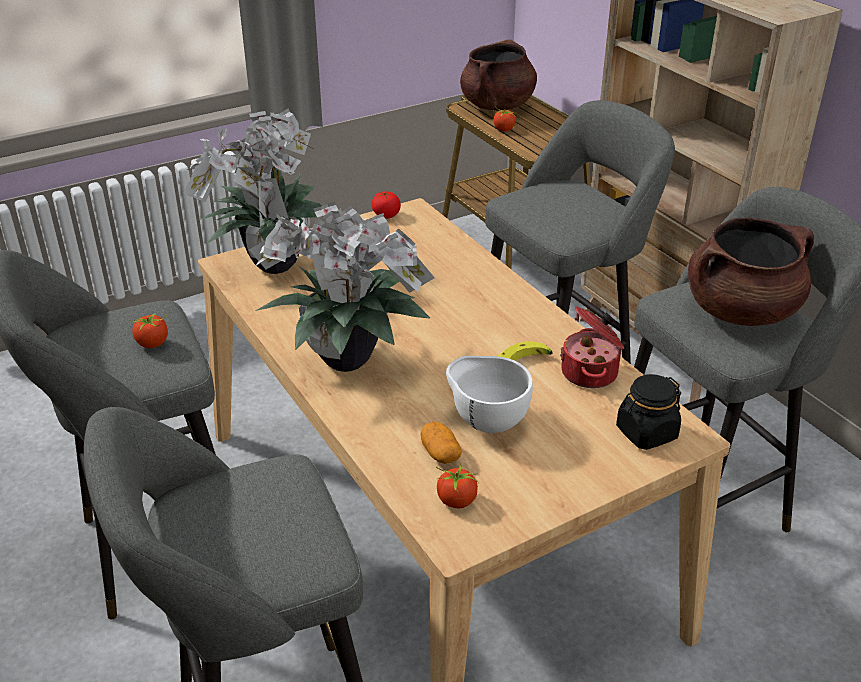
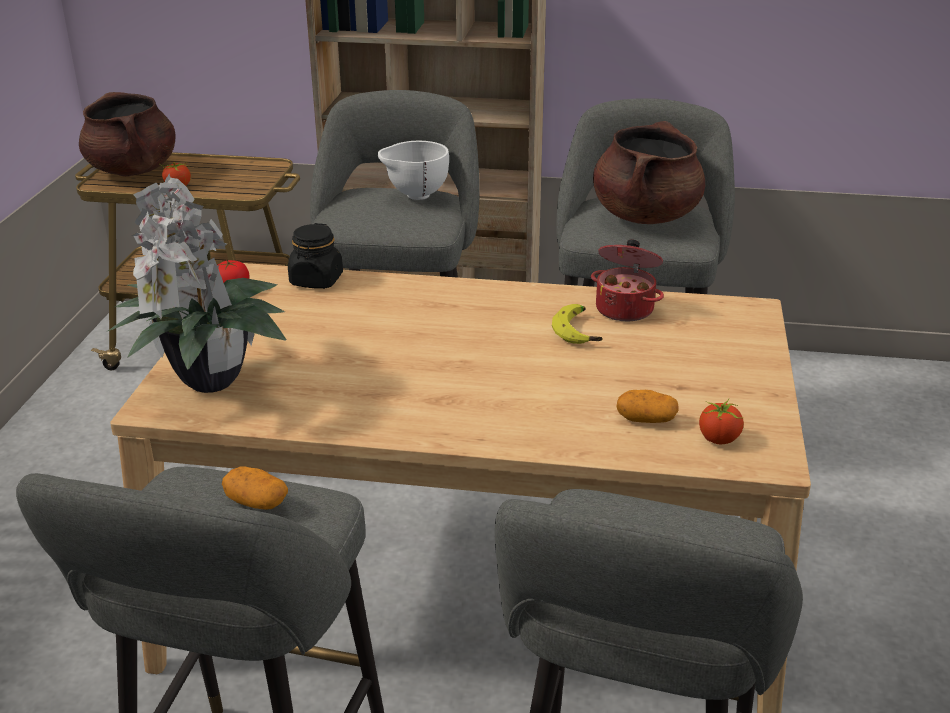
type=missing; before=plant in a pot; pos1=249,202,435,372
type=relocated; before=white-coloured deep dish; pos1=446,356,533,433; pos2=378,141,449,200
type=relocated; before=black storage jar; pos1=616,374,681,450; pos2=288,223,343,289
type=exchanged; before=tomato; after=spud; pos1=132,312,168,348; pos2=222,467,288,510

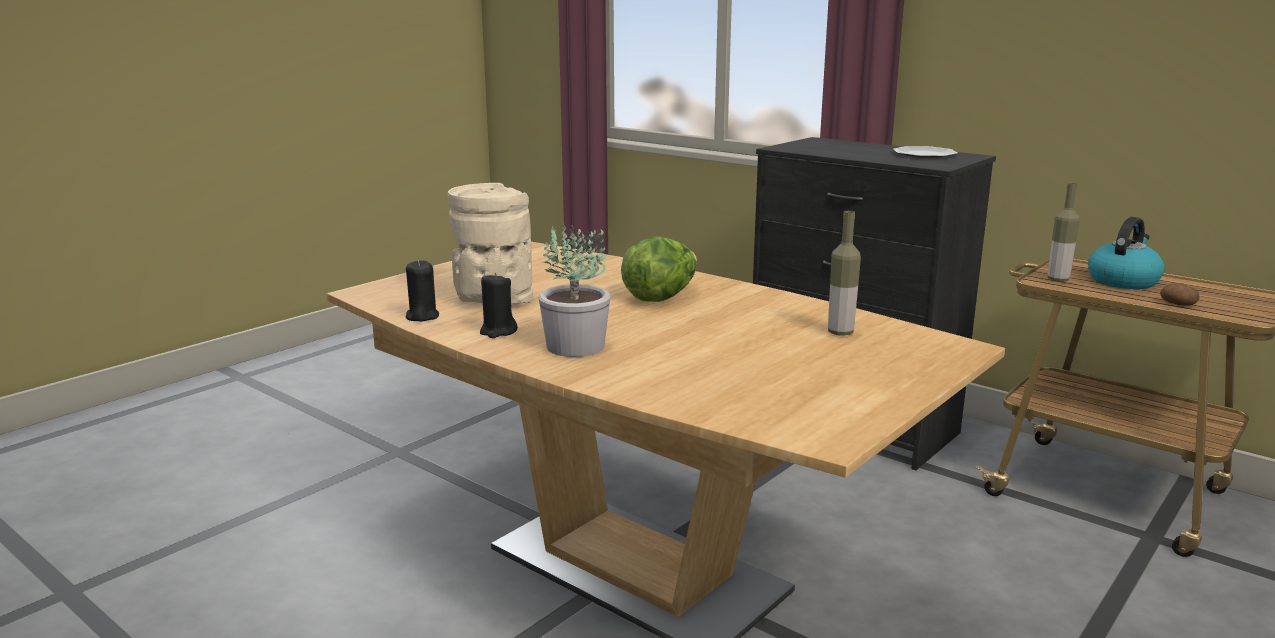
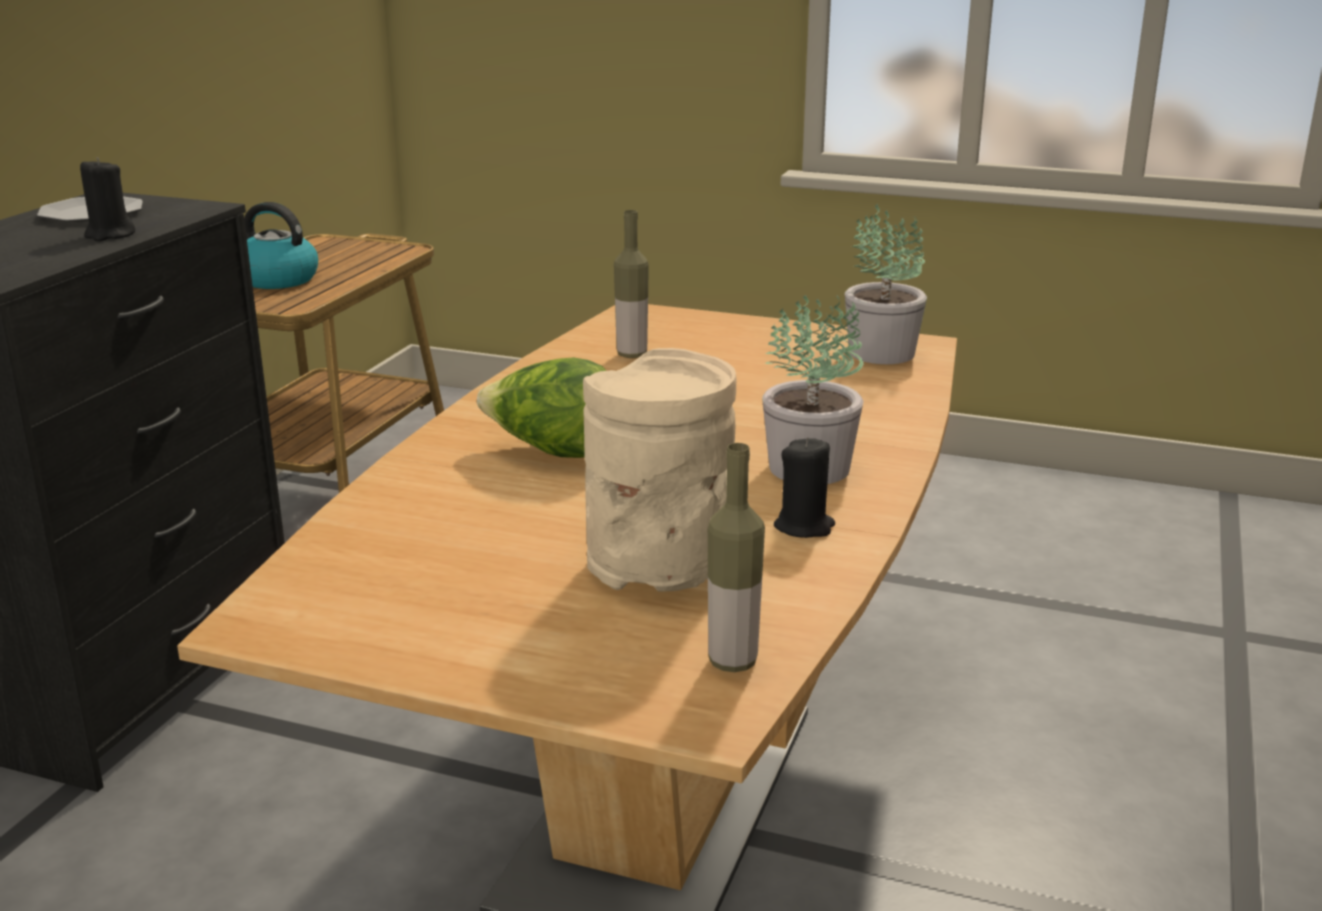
type=missing; before=spud; pos1=1160,283,1200,306
type=appeared; after=plant in a pot; pos2=845,204,927,364
type=relocated; before=black wax light; pos1=406,260,439,322; pos2=80,157,135,241
type=relocated; before=drink bottle; pos1=1048,183,1080,282; pos2=708,443,765,672

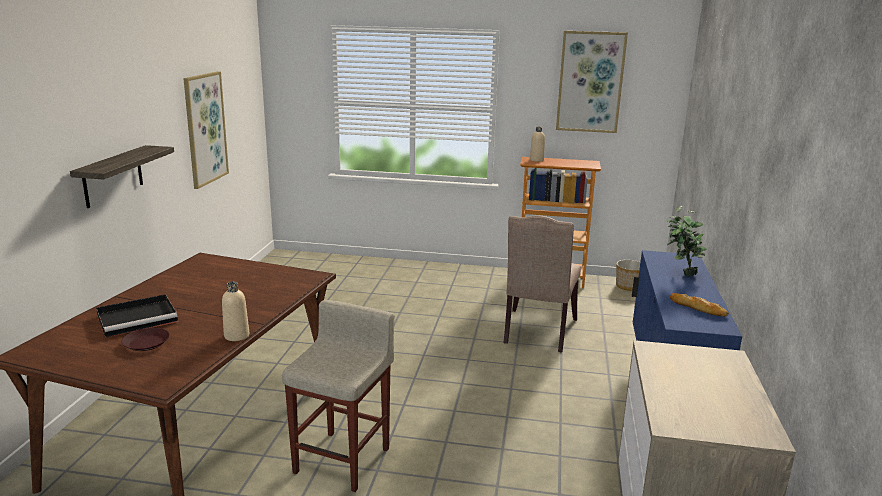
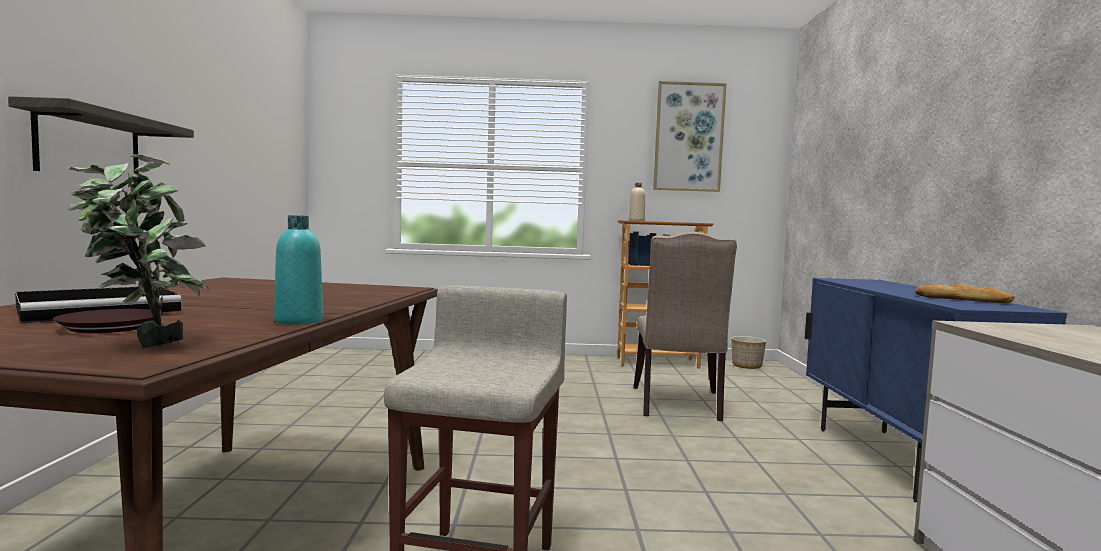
type=missing; before=wall picture; pos1=183,71,229,189
type=relocated; before=plant in a pot; pos1=666,206,707,276; pos2=68,154,210,349
type=colour; before=beige-coloured drink bottle; after=blue-green drink bottle; pos1=222,282,249,341; pos2=274,215,323,325

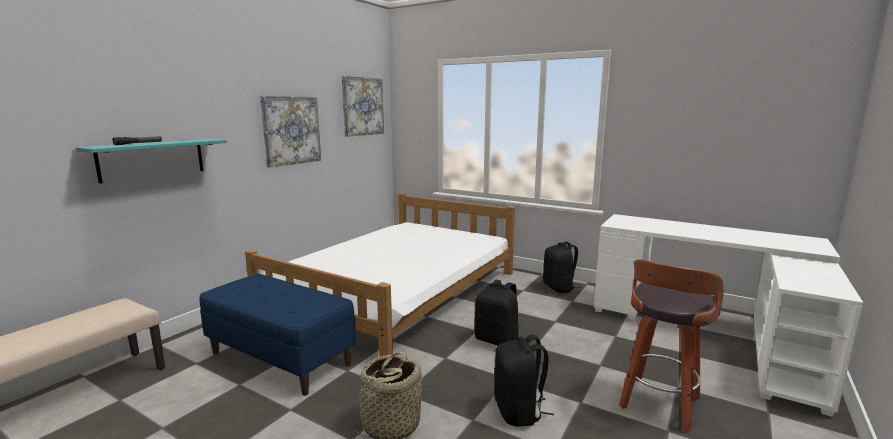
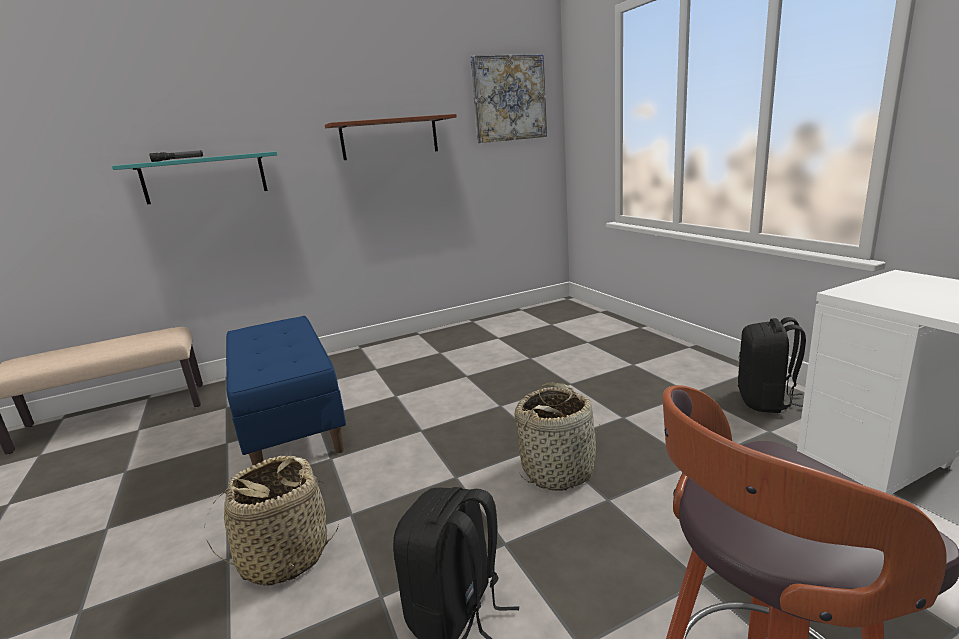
type=missing; before=white-coloured bed; pos1=245,193,515,356
type=exchanged; before=wall picture; after=brown shelf; pos1=260,96,321,168; pos2=325,114,457,160
type=exchanged; before=black backpack; after=storage basket; pos1=474,280,519,346; pos2=515,383,600,491

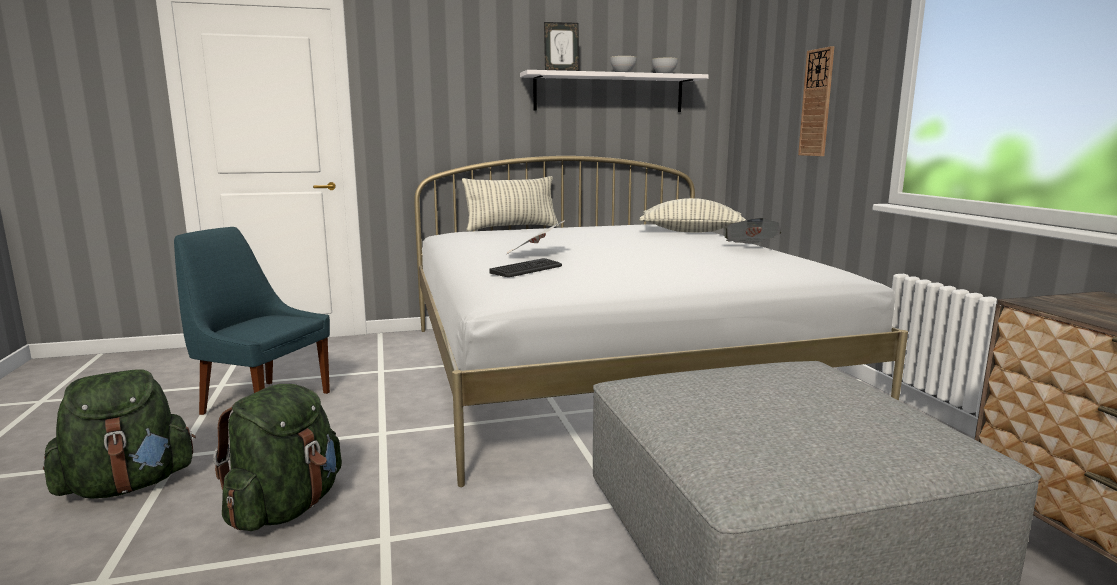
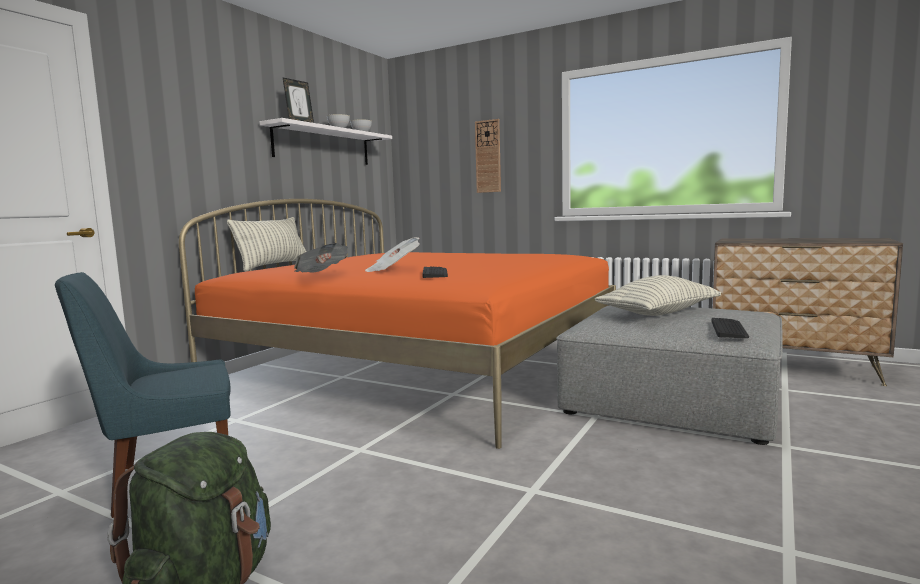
type=missing; before=green-coloured backpack; pos1=213,384,342,531
type=appeared; after=computer keyboard; pos2=712,318,749,338
type=relocated; before=pillow; pos1=639,198,746,232; pos2=595,275,721,316
type=relocated; before=newspaper; pos1=724,218,782,244; pos2=295,243,348,273
type=colour; before=white-coloured bed; after=orange-coloured bed; pos1=414,156,908,487; pos2=179,199,616,449

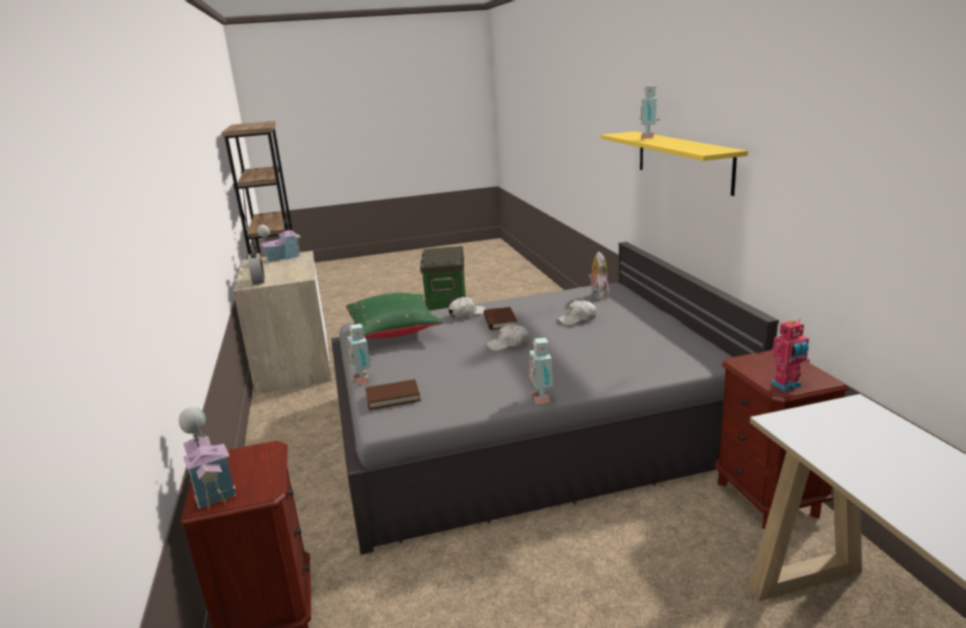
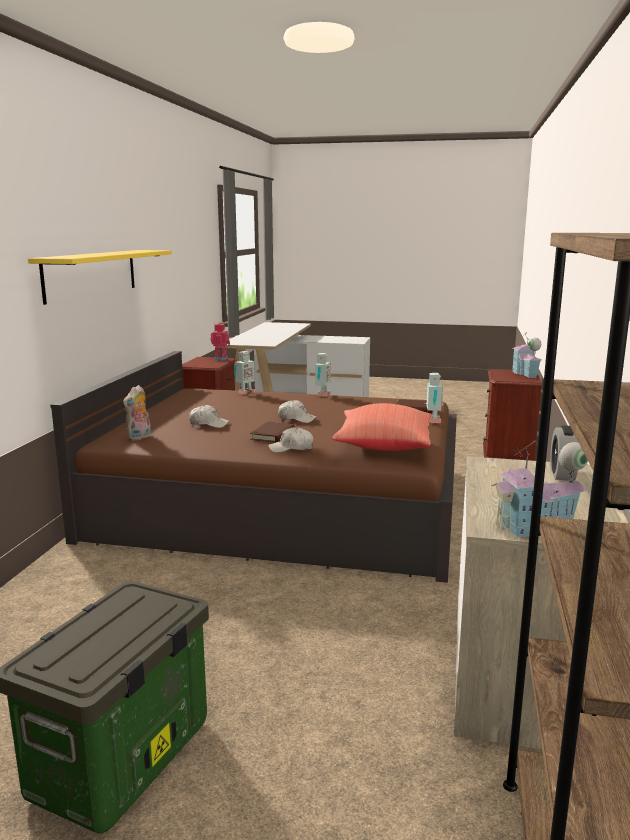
type=relocated; before=model robot; pos1=640,86,659,139; pos2=234,351,255,395
type=colour; before=gray bed; after=brown bed; pos1=331,242,779,555; pos2=50,351,457,583
type=colour; before=green-coloured pillow; after=red pillow; pos1=346,293,443,339; pos2=332,403,432,451

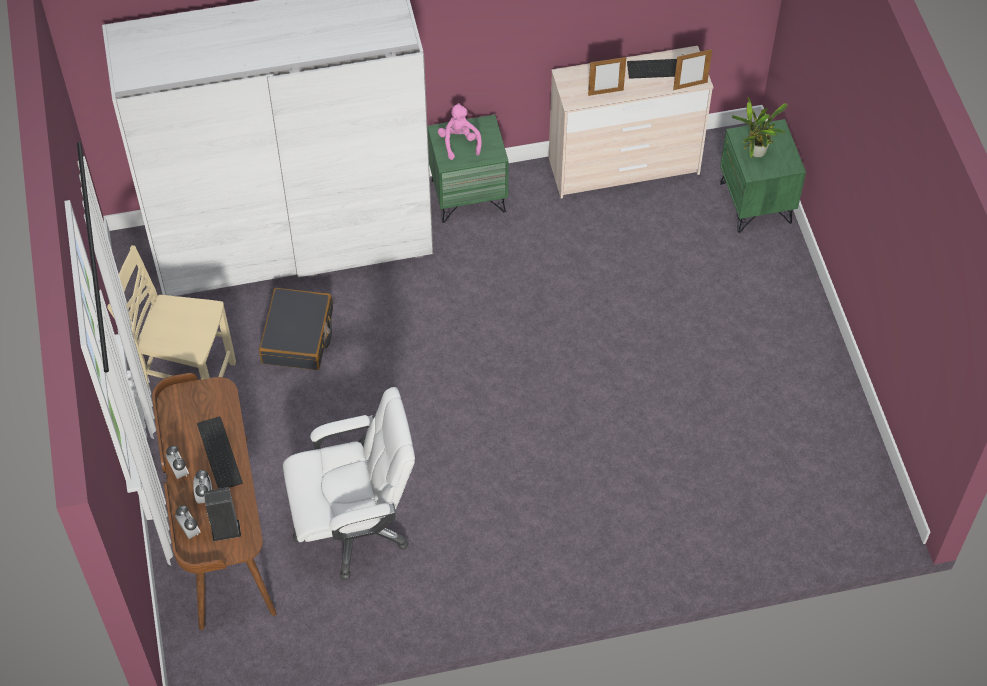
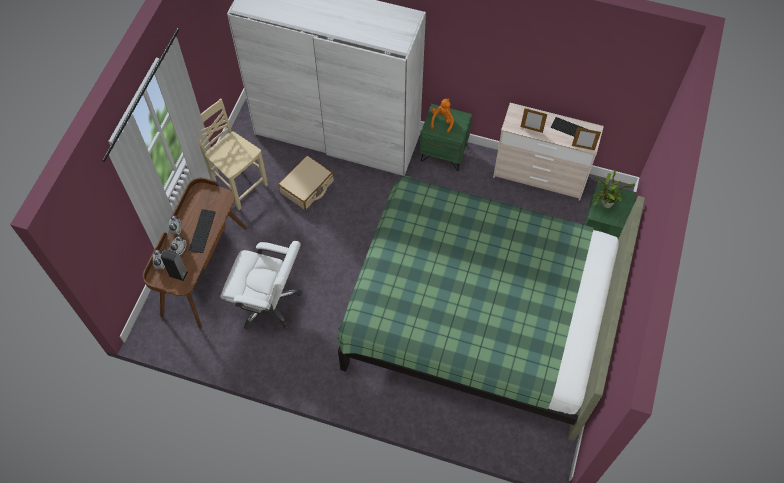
type=appeared; after=green-coloured bed; pos2=337,176,645,441
type=colour; before=black piece of luggage; after=beige-coloured piece of luggage; pos1=259,288,333,370; pos2=278,155,334,210
type=colour; before=pinkish cuddly toy; after=orange-coloured cuddly toy; pos1=438,103,482,160; pos2=430,99,454,133

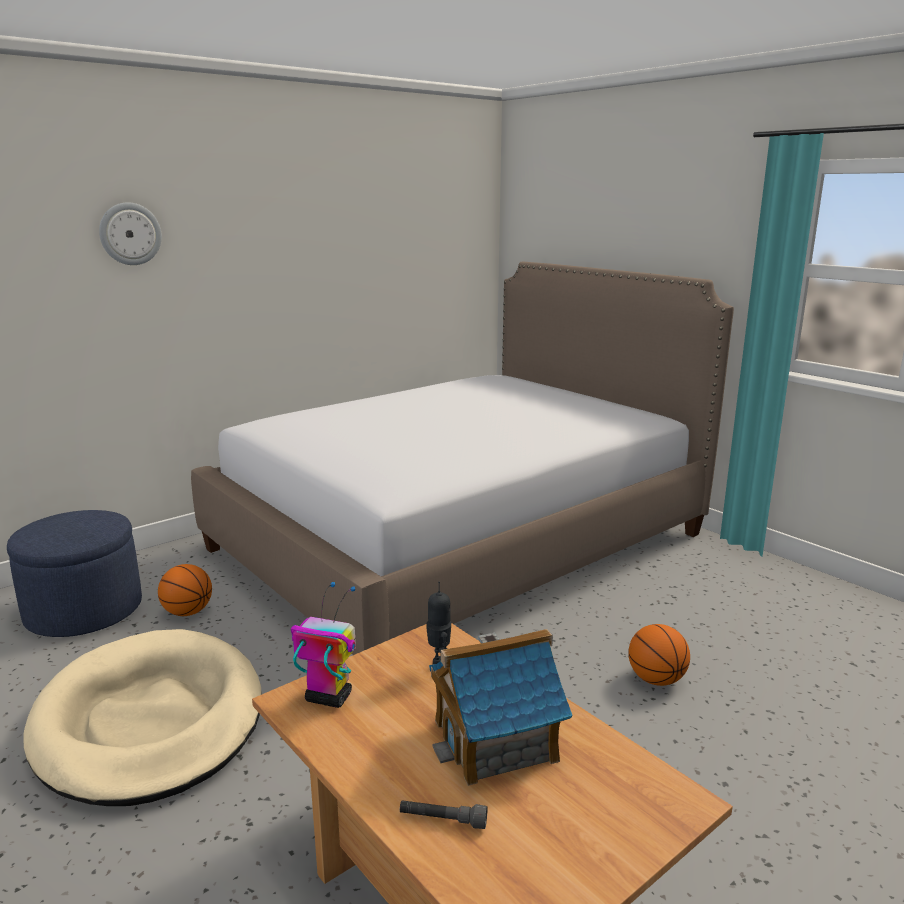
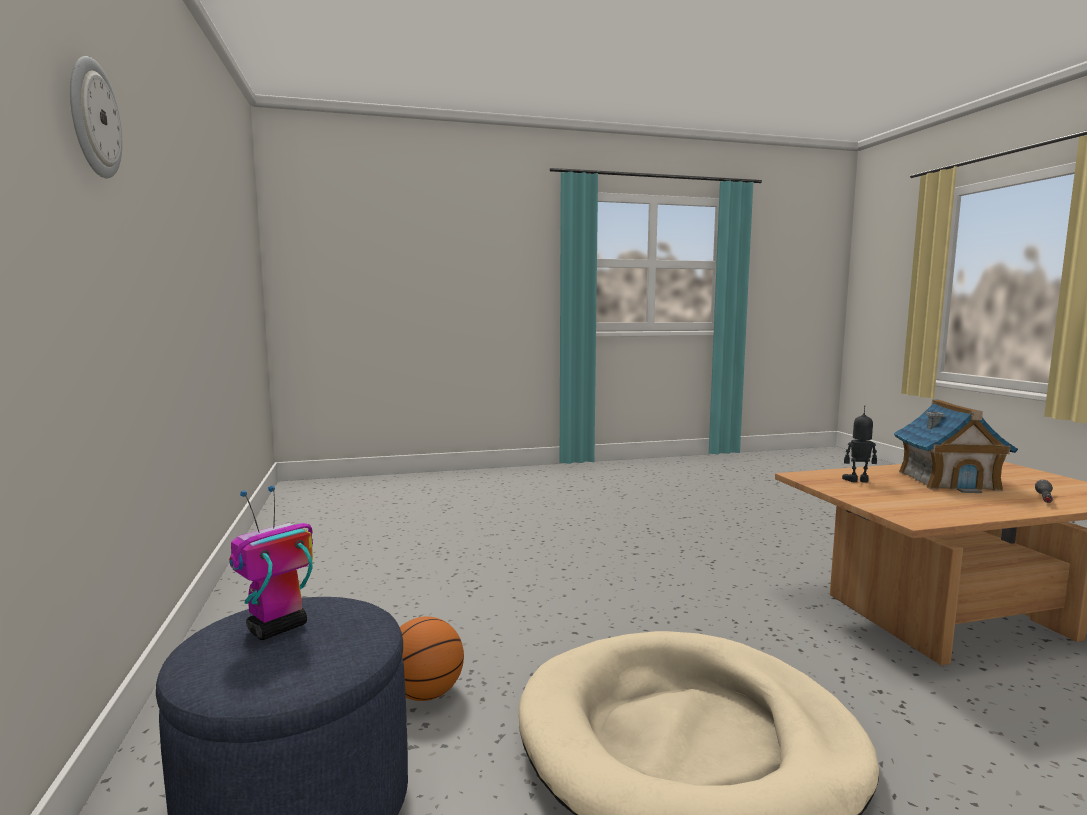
type=missing; before=bed; pos1=191,262,734,655
type=missing; before=ball for basketball; pos1=628,624,690,686
type=relocated; before=model robot; pos1=290,582,356,708; pos2=229,485,313,640

